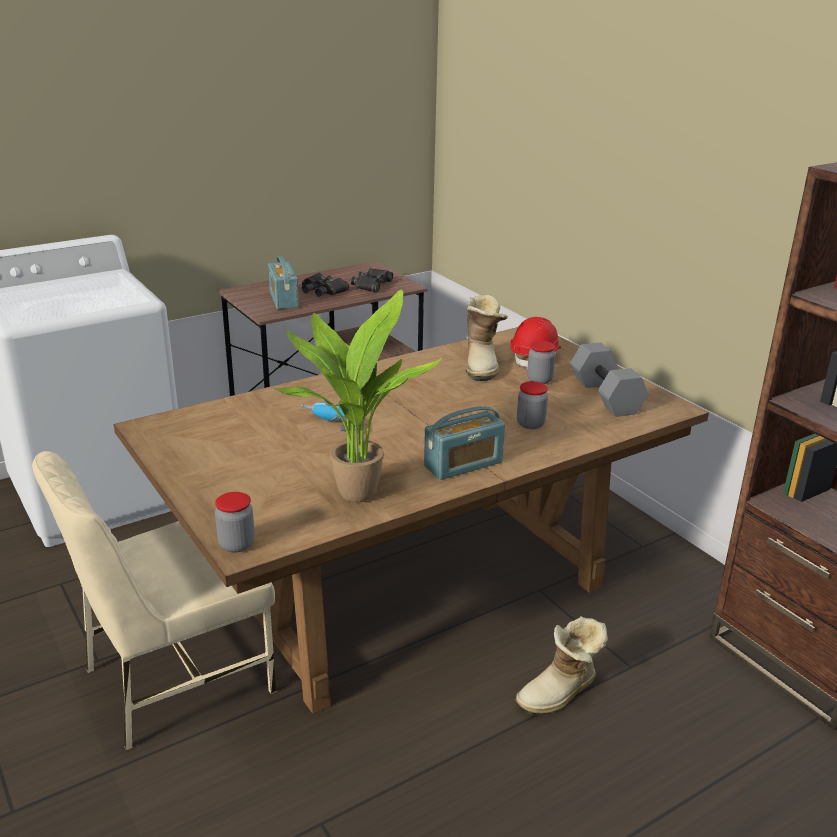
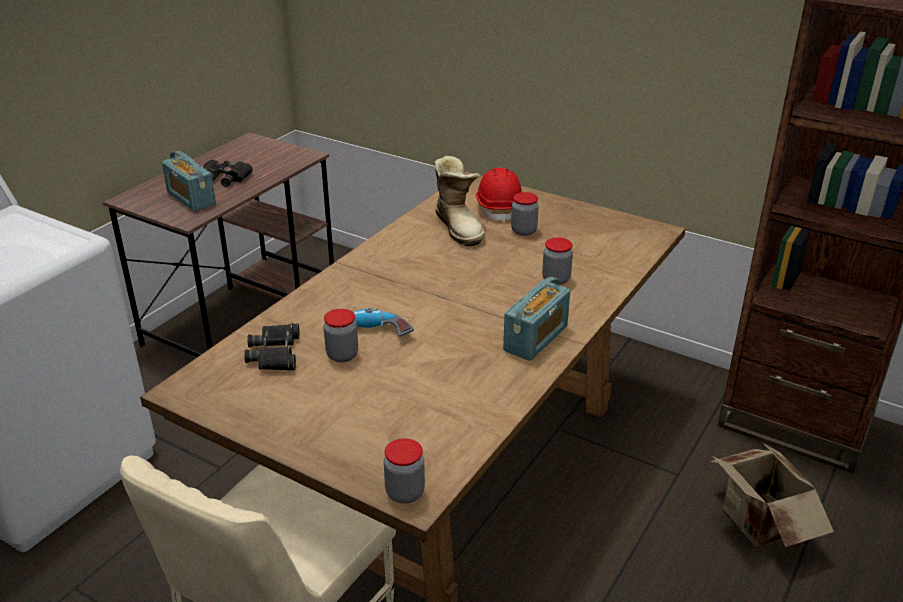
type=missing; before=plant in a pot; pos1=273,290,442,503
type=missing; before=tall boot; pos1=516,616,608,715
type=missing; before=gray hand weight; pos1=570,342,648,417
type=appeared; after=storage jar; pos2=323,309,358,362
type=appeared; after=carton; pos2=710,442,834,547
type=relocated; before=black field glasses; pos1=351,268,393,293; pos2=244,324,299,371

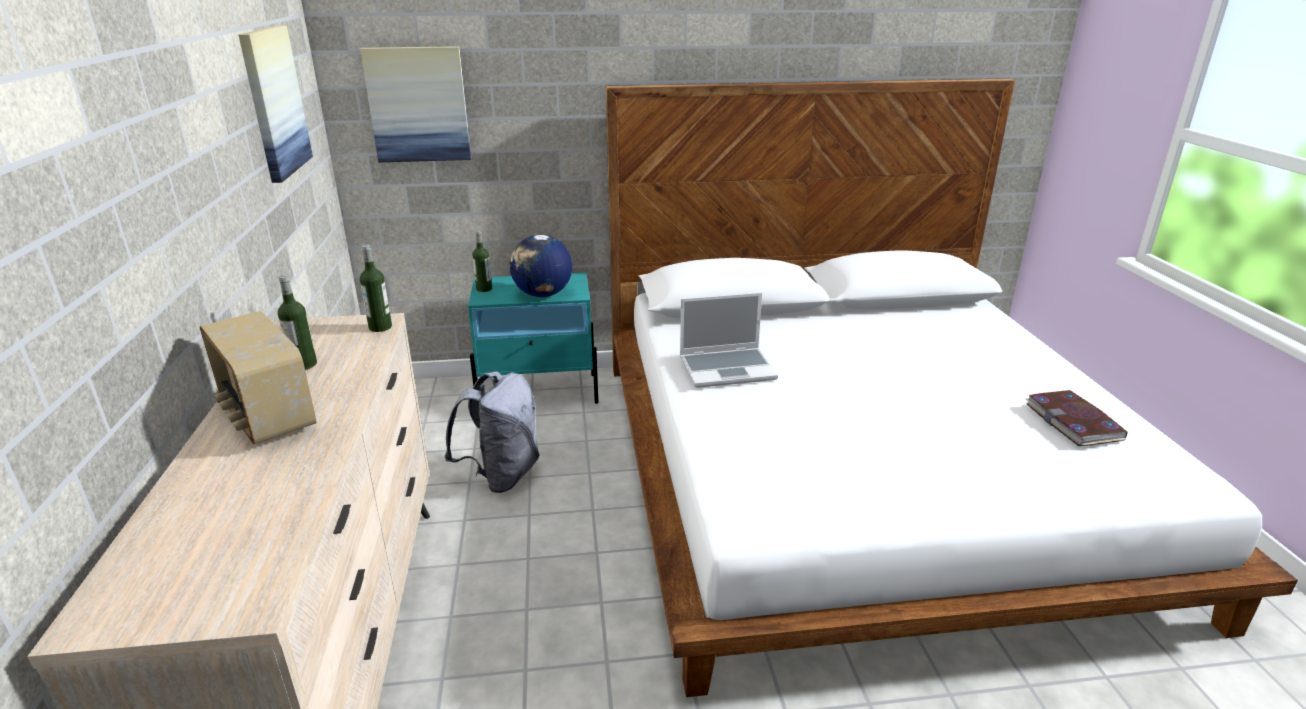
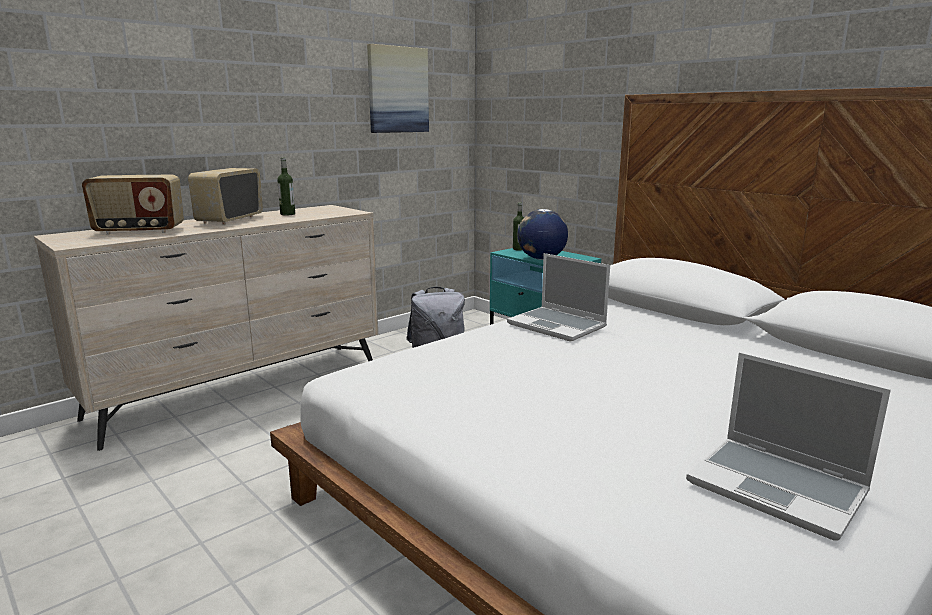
type=missing; before=wall picture; pos1=360,46,471,163
type=missing; before=drink bottle; pos1=360,245,392,332
type=appeared; after=radio receiver; pos2=82,175,184,235
type=exchanged; before=volume; after=portable computer; pos1=1026,390,1128,446; pos2=686,352,891,541

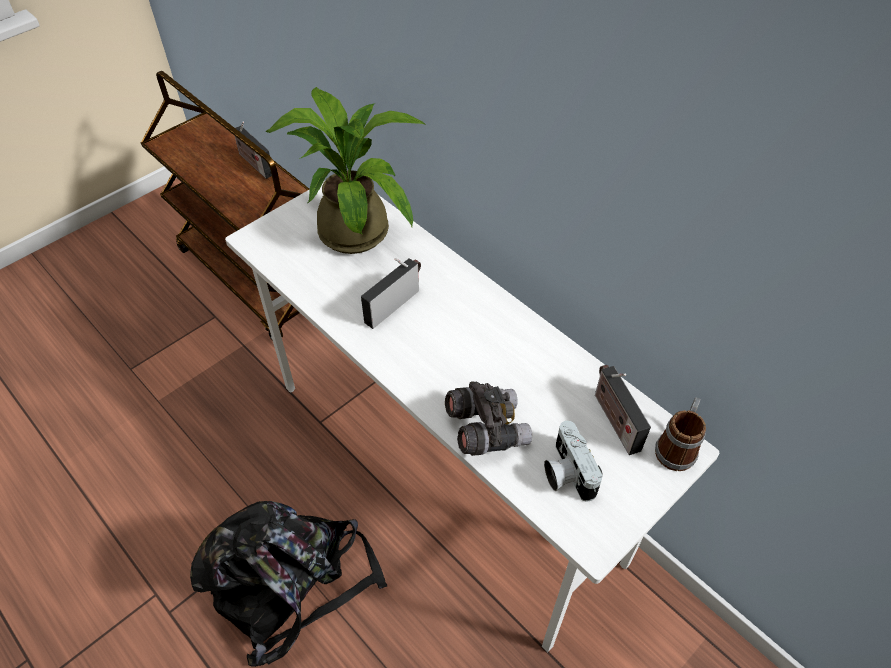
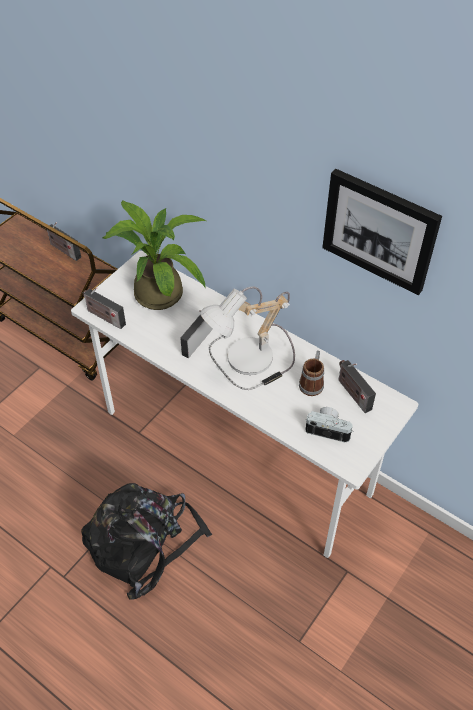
type=missing; before=gray field glasses; pos1=445,381,532,456
type=appeared; after=radio receiver; pos2=83,287,126,329
type=appeared; after=table lamp; pos2=200,286,295,390
type=appeared; after=wall picture; pos2=322,169,442,295
type=relocated; before=mug; pos1=655,397,706,471; pos2=299,351,324,396
type=spun; before=photo camera; pos1=544,421,603,502; pos2=305,407,353,442; turn=135

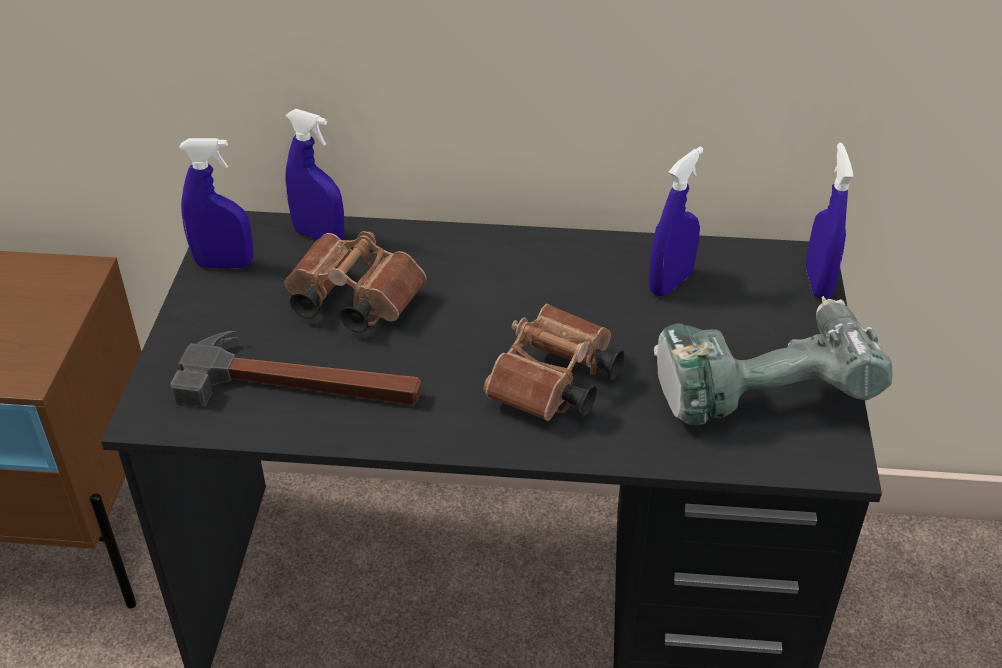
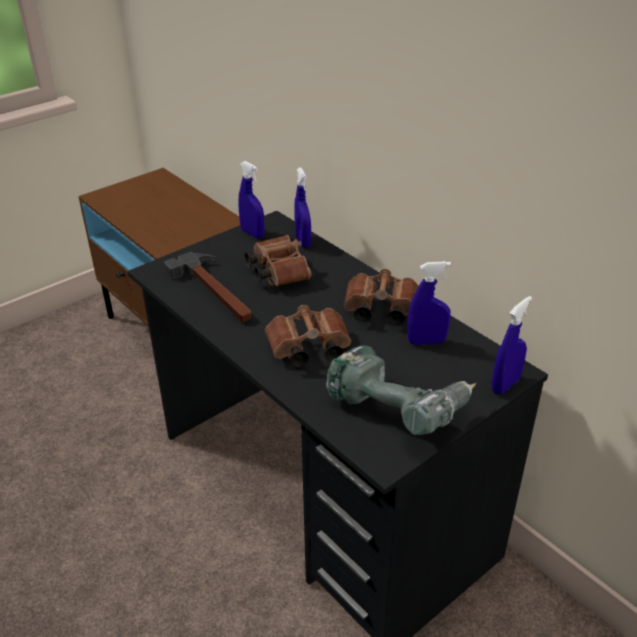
type=appeared; after=brown field glasses; pos2=344,269,419,325

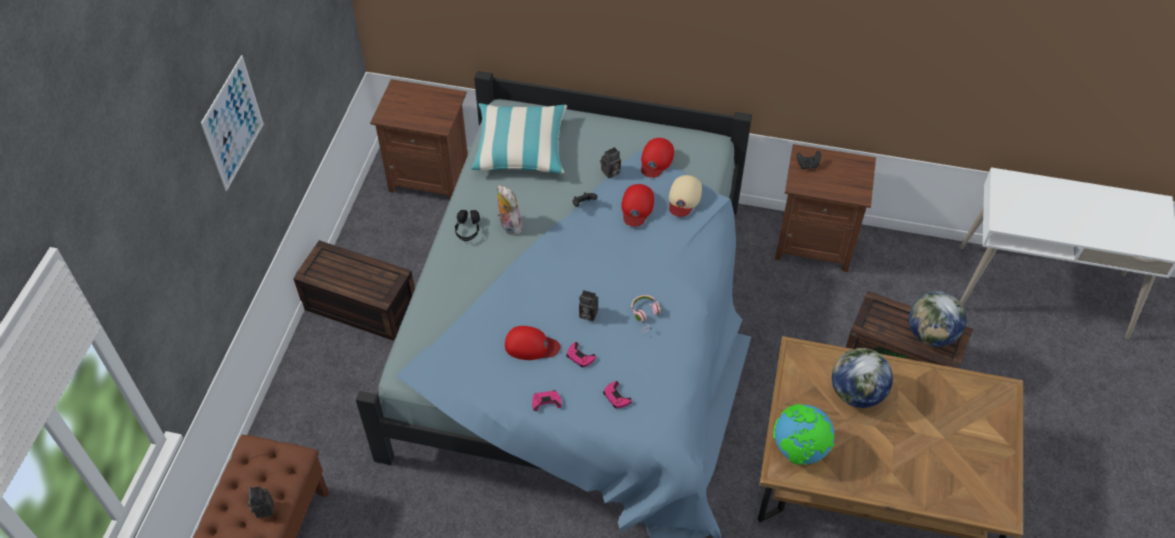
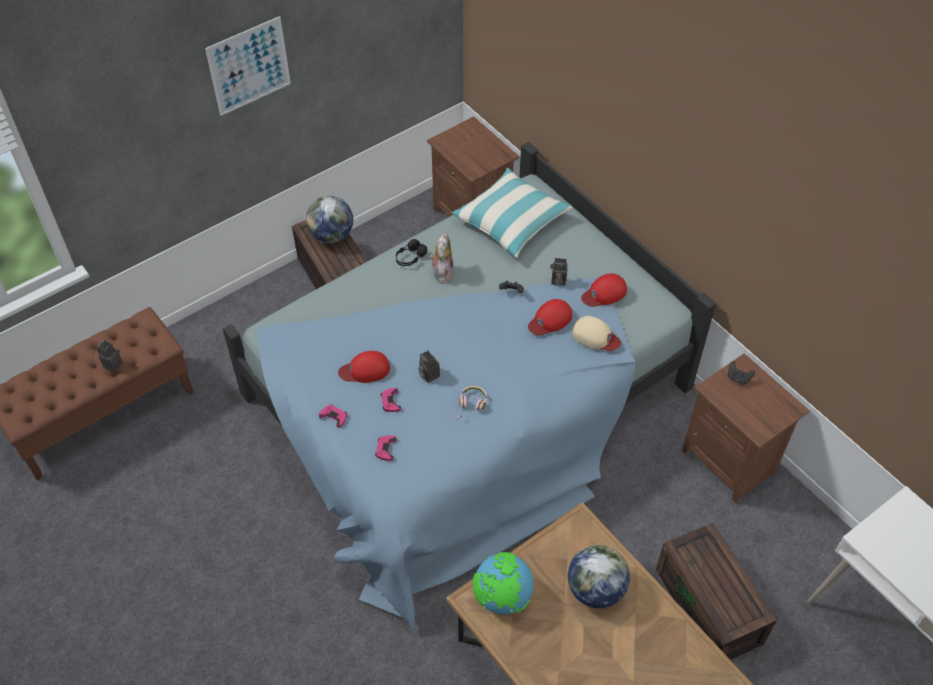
type=relocated; before=world globe; pos1=909,291,966,347; pos2=306,196,353,243
type=spun; before=red peaked cap; pos1=505,326,560,360; pos2=338,351,390,383; turn=120
type=spun; before=beige-coloured peaked cap; pos1=669,175,702,217; pos2=572,316,621,351; turn=-120

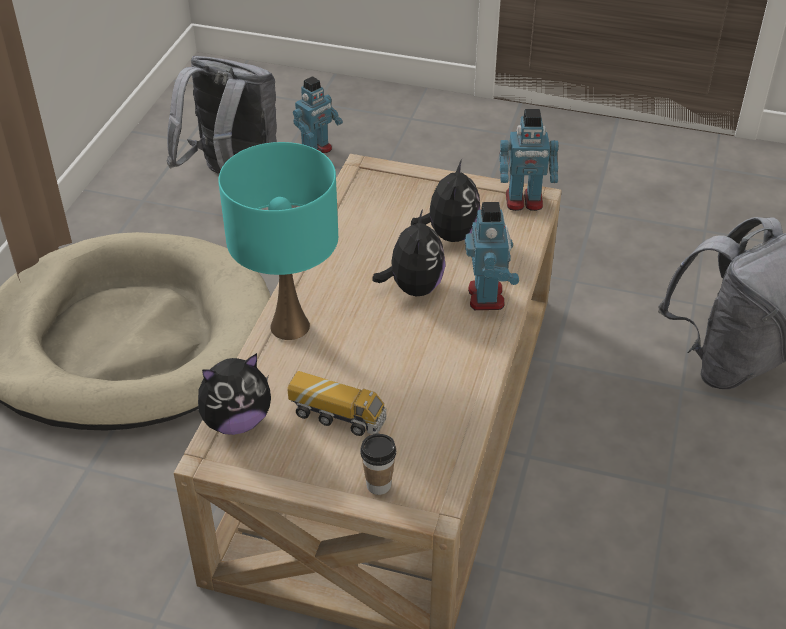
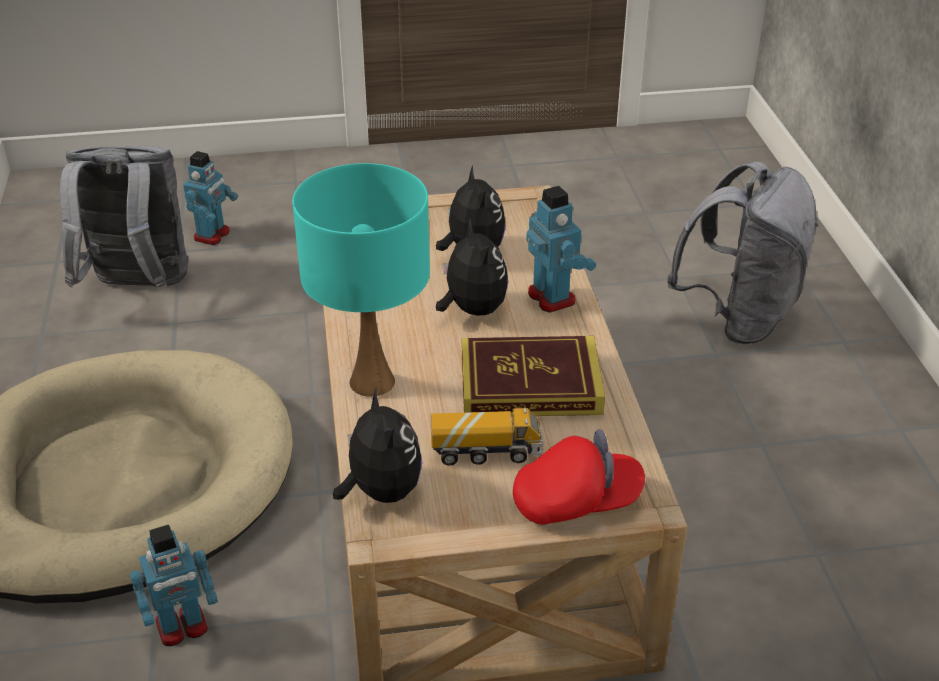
type=appeared; after=volume; pos2=462,336,605,417
type=relocated; before=model robot; pos1=499,109,559,211; pos2=130,525,218,646
type=exchanged; before=cup; after=red peaked cap; pos1=360,434,396,495; pos2=513,429,645,525
type=spun; before=cuddly toy; pos1=198,353,271,435; pos2=333,388,422,503; turn=-60

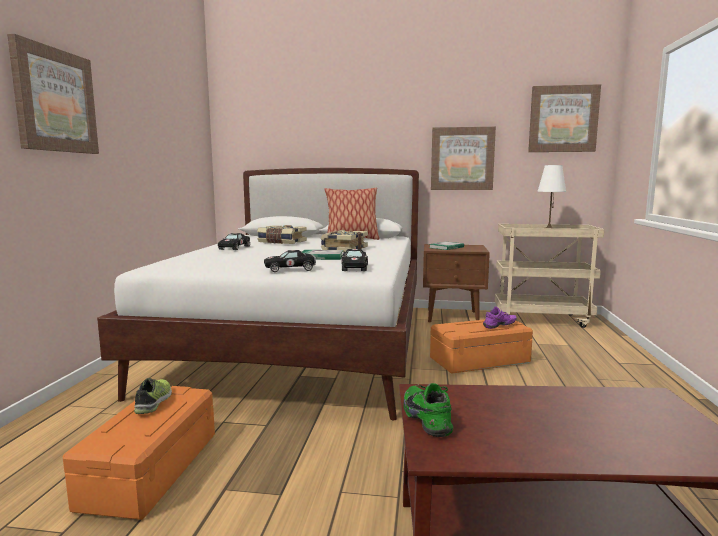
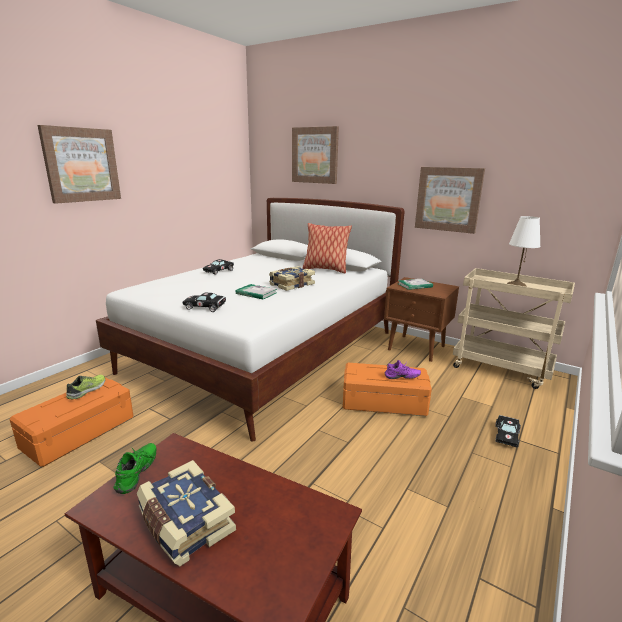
type=relocated; before=volume; pos1=257,225,307,244; pos2=137,460,236,566
type=relocated; before=black model car; pos1=341,249,368,271; pos2=495,415,521,448
type=relocated; before=wall picture; pos1=528,84,601,152; pos2=292,126,339,184

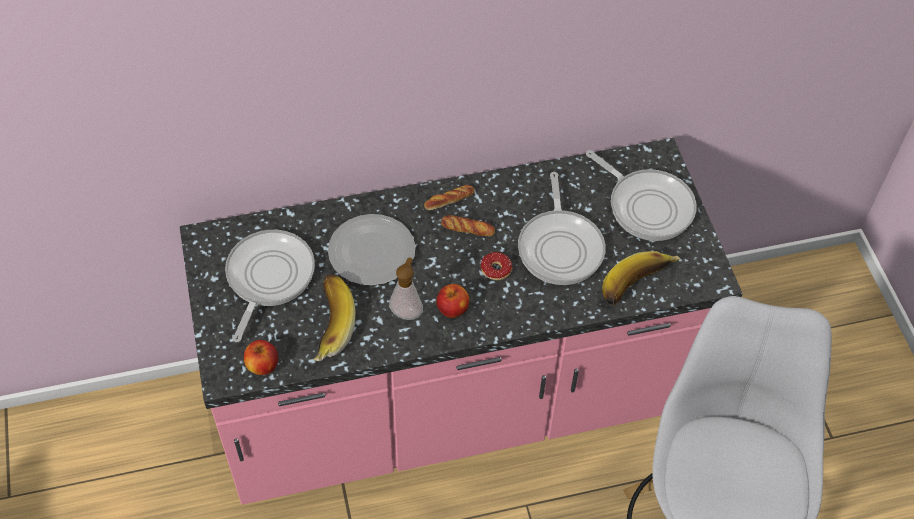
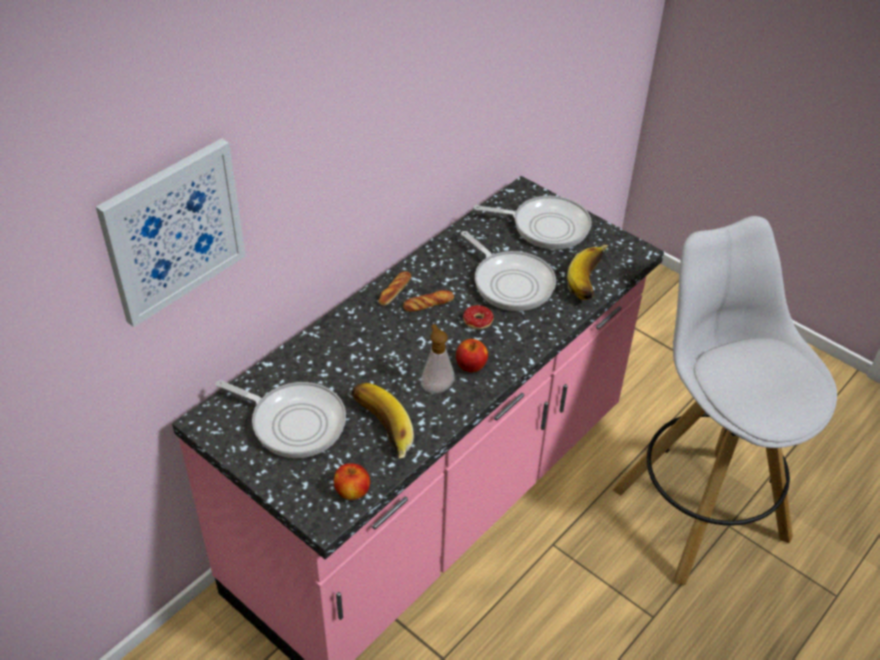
type=missing; before=dinner plate; pos1=328,214,415,286
type=appeared; after=wall picture; pos2=96,138,246,327
type=spun; before=pan; pos1=225,230,315,342; pos2=216,380,346,458; turn=135

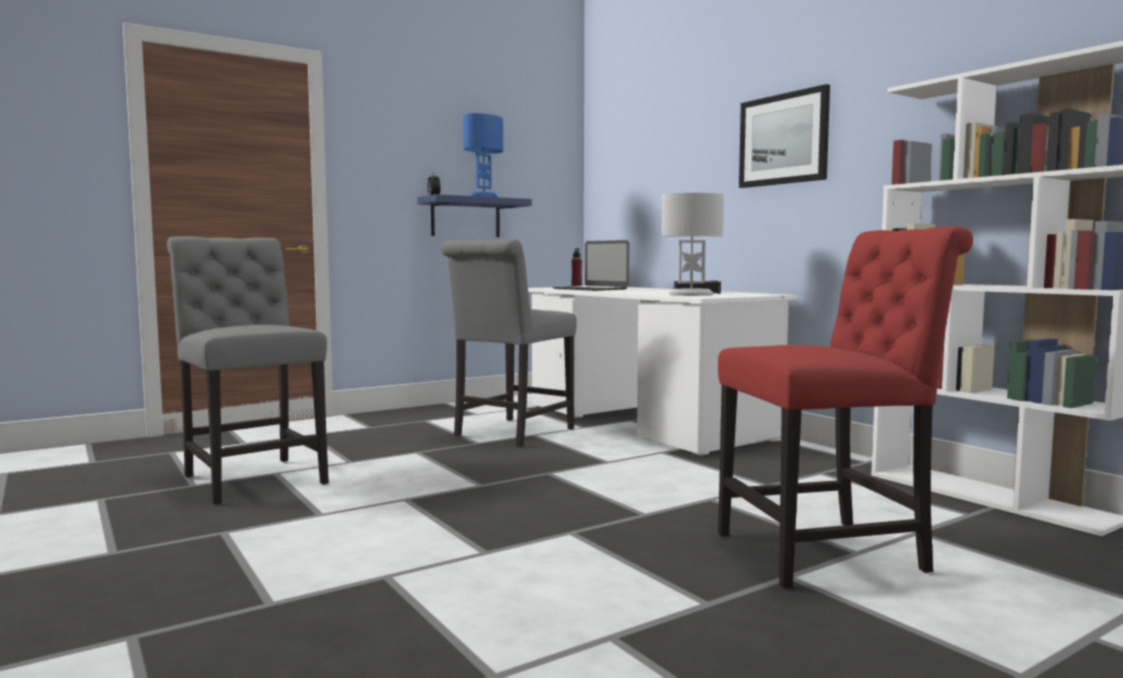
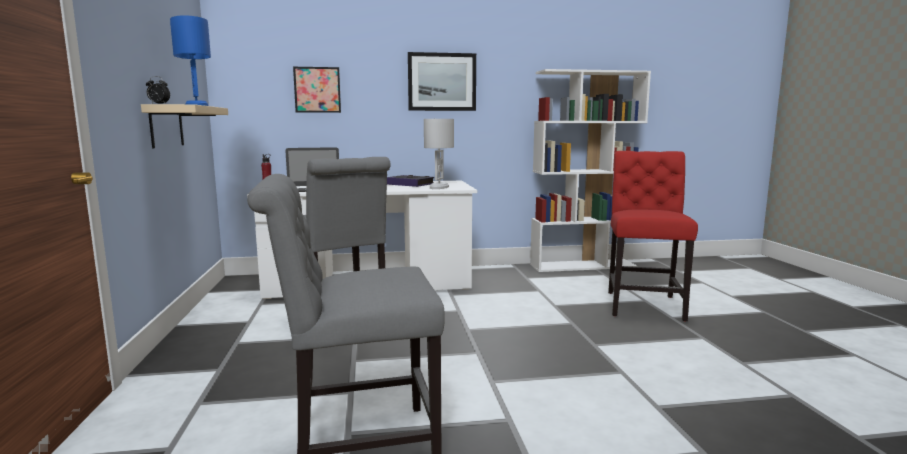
type=appeared; after=wall picture; pos2=293,67,341,113
type=colour; before=blue-coloured shelf; after=beige-coloured shelf; pos1=417,194,532,237; pos2=141,104,228,148

